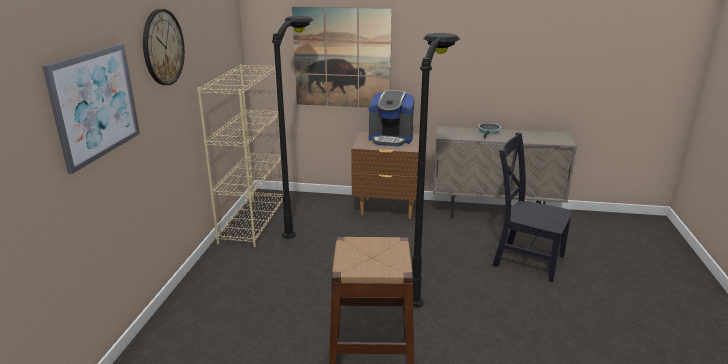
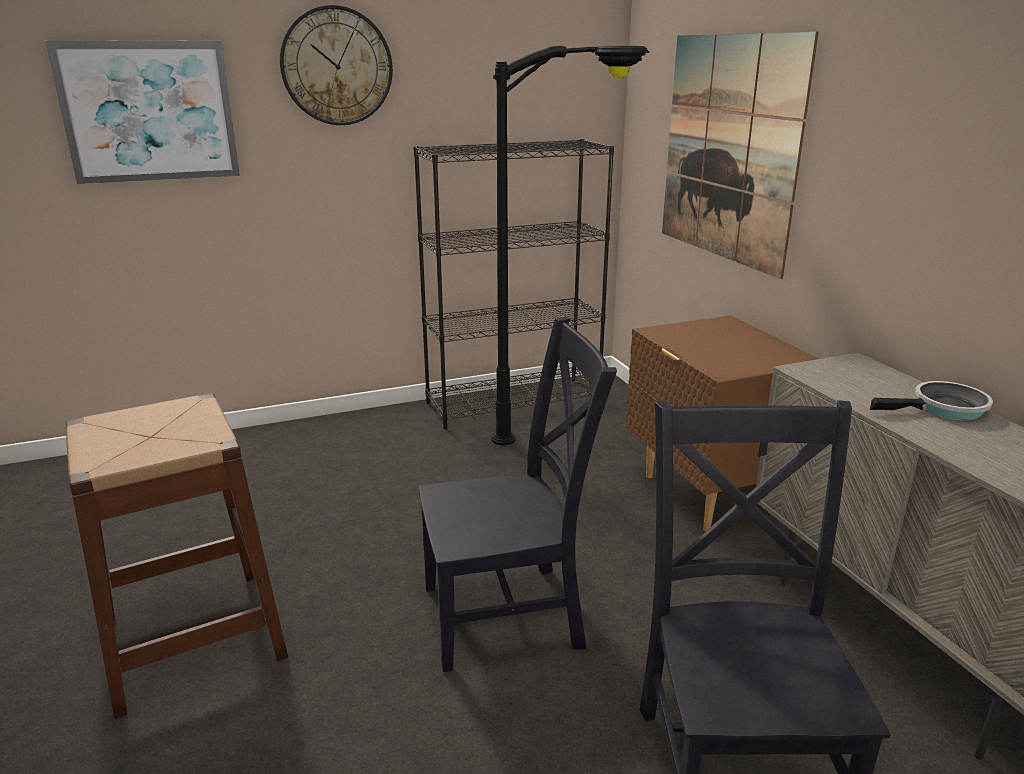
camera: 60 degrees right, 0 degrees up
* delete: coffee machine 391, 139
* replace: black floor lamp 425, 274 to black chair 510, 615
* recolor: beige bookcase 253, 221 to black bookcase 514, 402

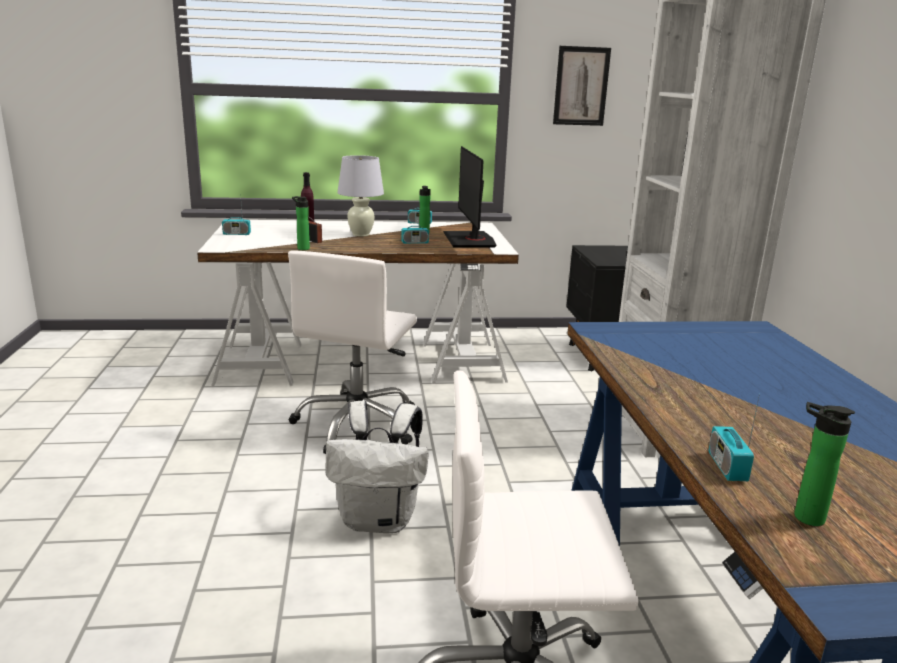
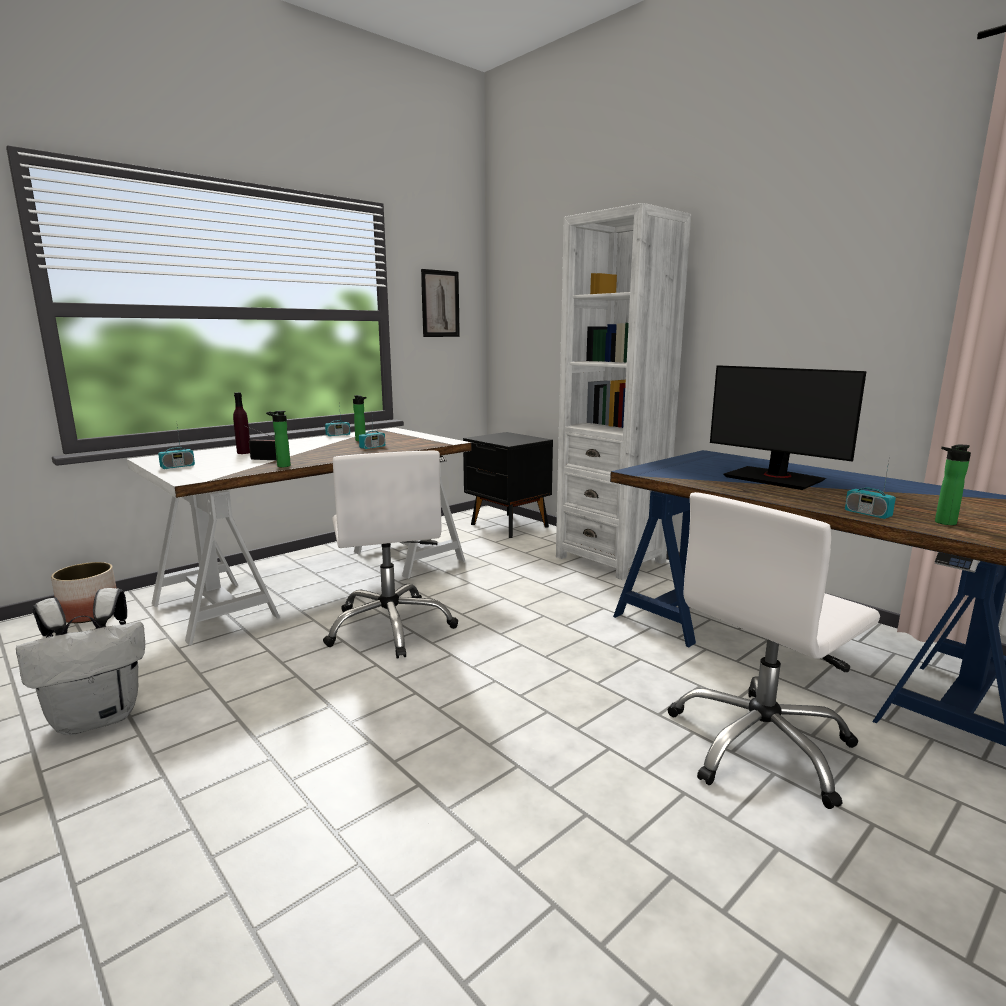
camera: 35 degrees left, 5 degrees down
* delete: white table lamp 360, 234
* insert: planter 90, 614
* move: white backpack 379, 520 to 99, 717
* move: monitor 470, 240 to 774, 478

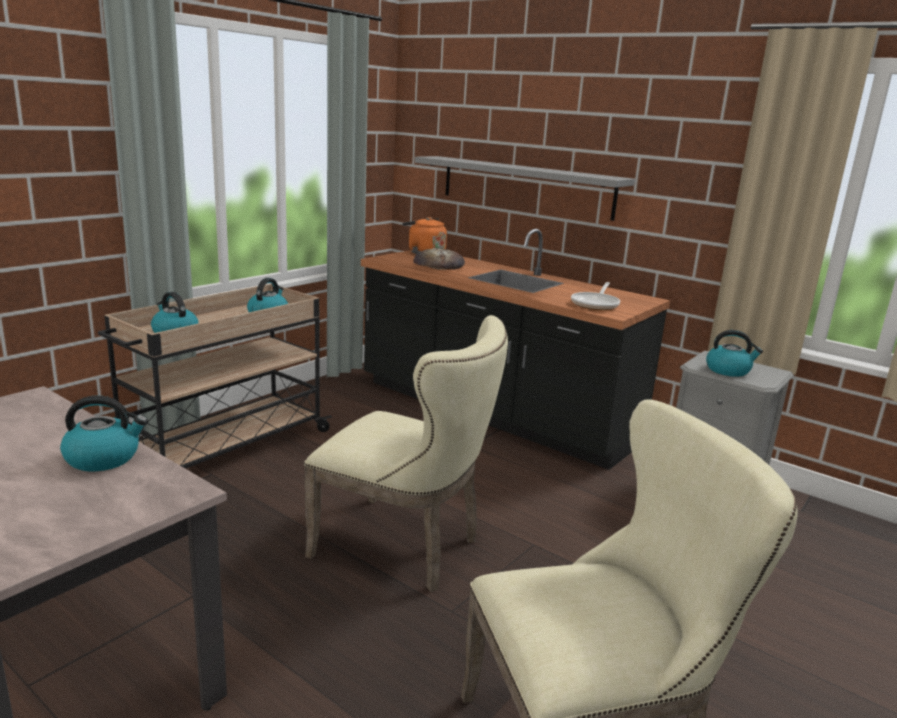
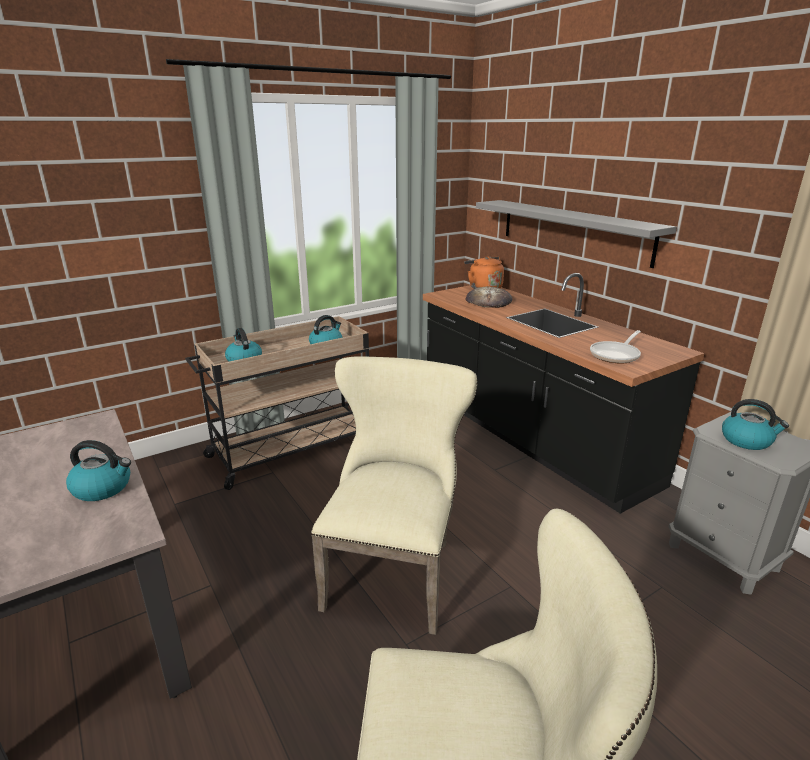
camera: 20 degrees right, 5 degrees up
* rotate: beige chair 406, 547 = 394, 568 120 degrees counterclockwise

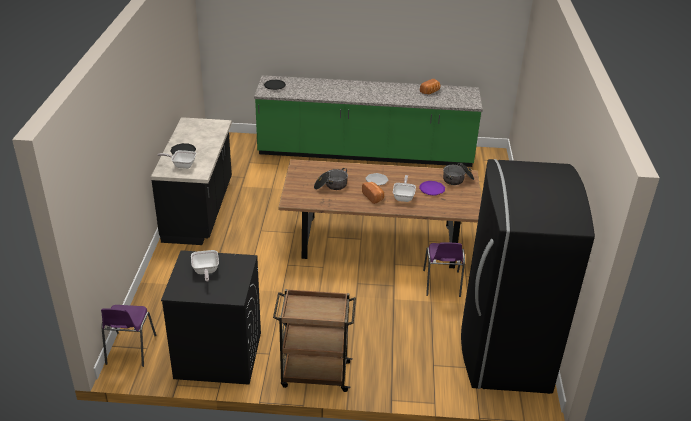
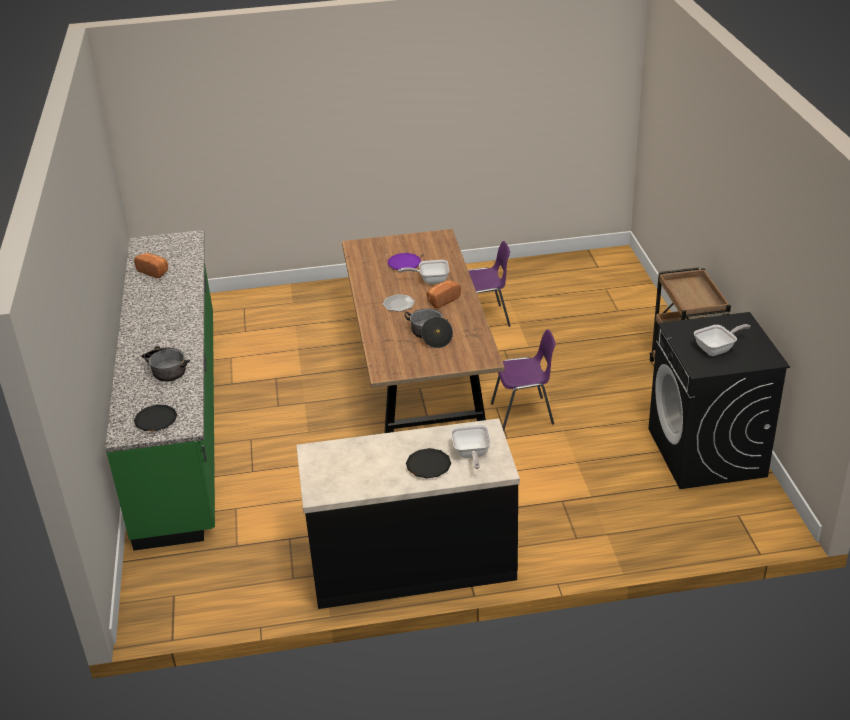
camera: 100 degrees left, 0 degrees up
* delete: black fridge 503, 350
* move: purple chair 130, 350 to 524, 414
* move: cooking pot 458, 179 to 166, 369

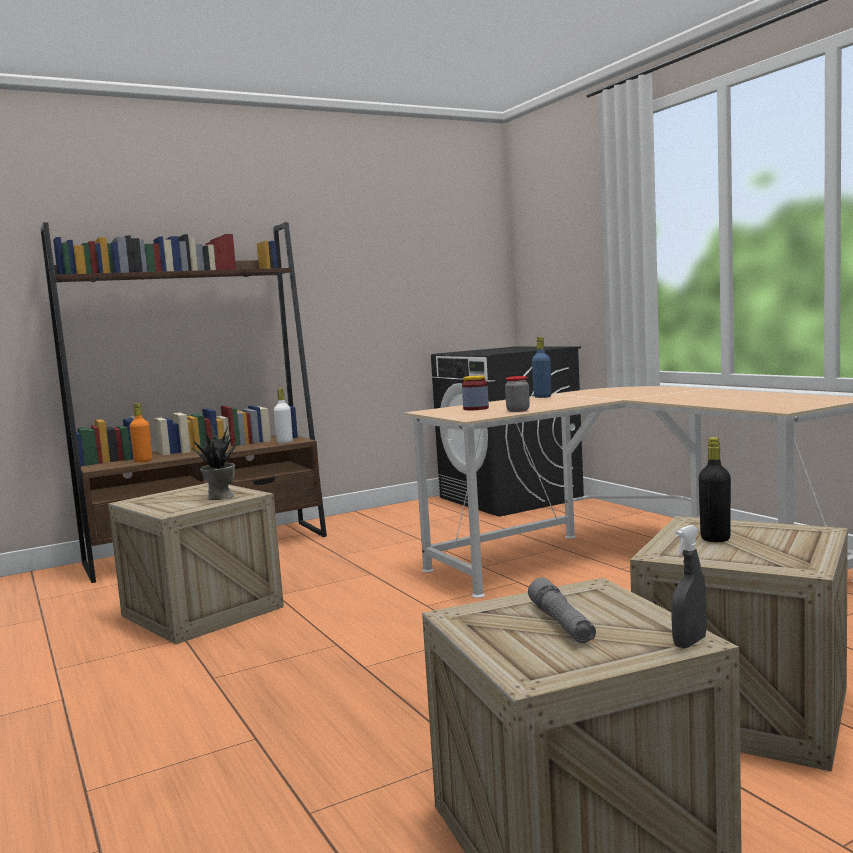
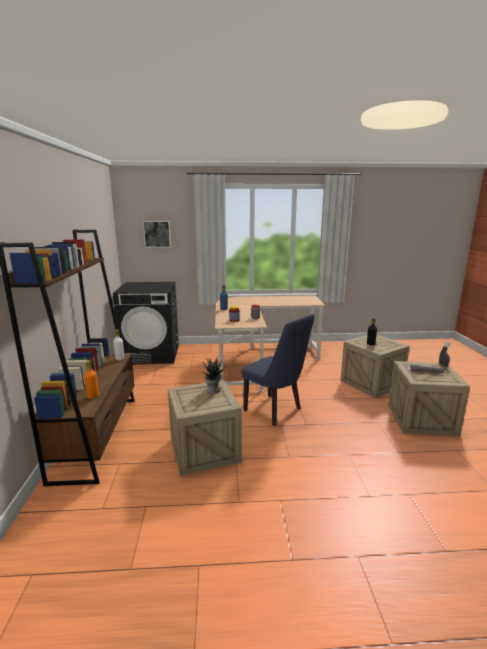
camera: 65 degrees left, 10 degrees up
* insert: picture 157, 234
* insert: blue chair 276, 411

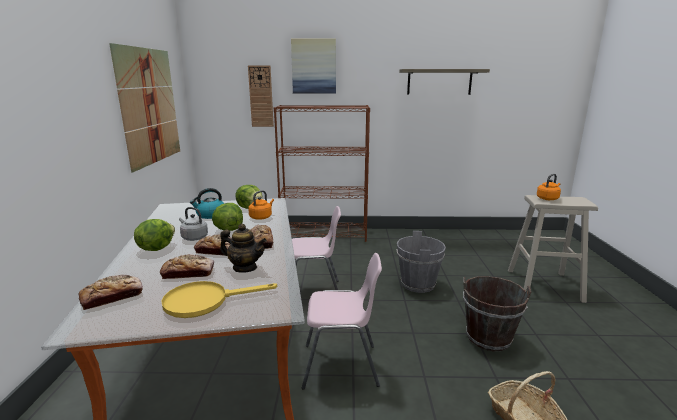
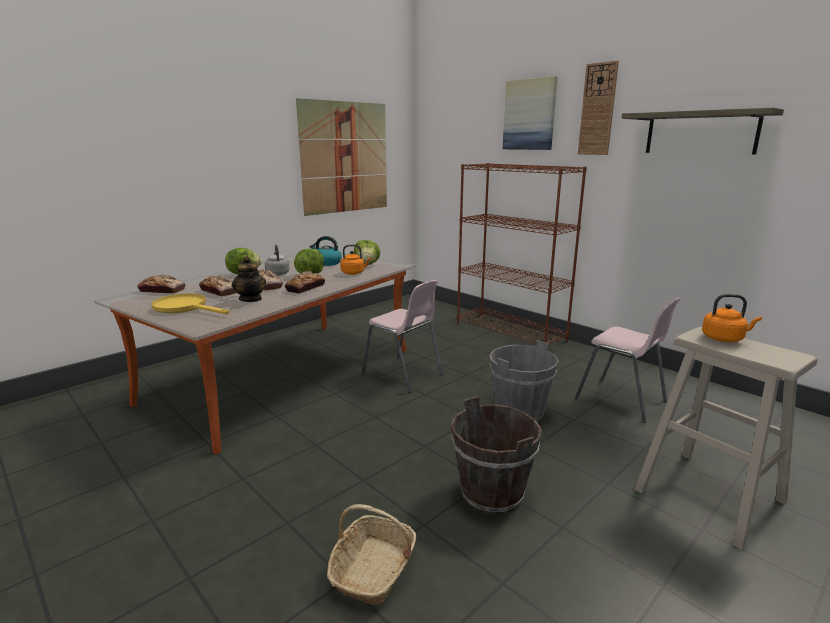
camera: 45 degrees right, 0 degrees up
* move: wall clock 261, 96 to 597, 109
* move: pink chair 341, 366 to 621, 400

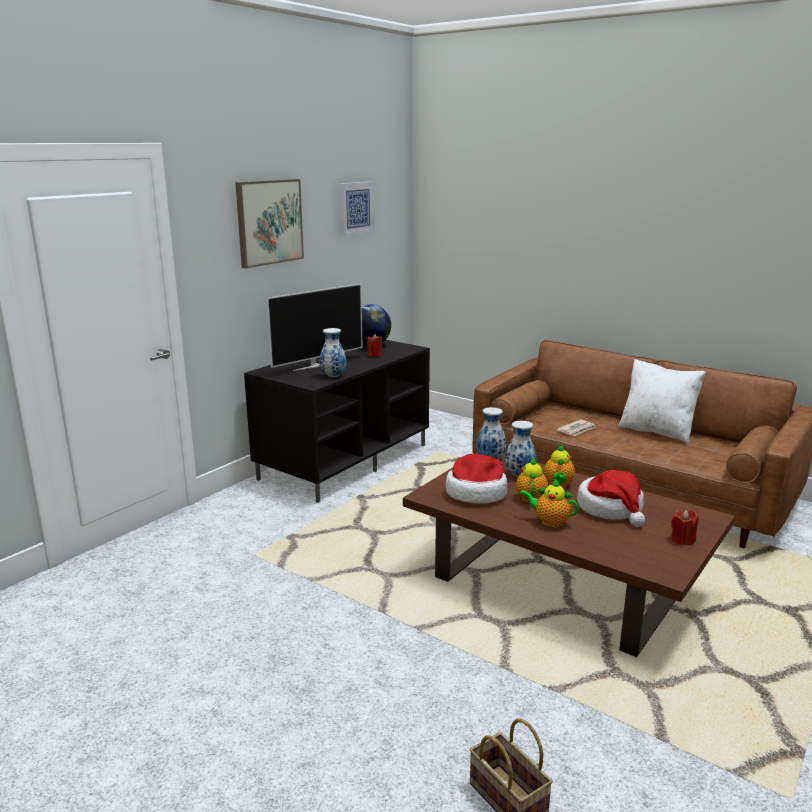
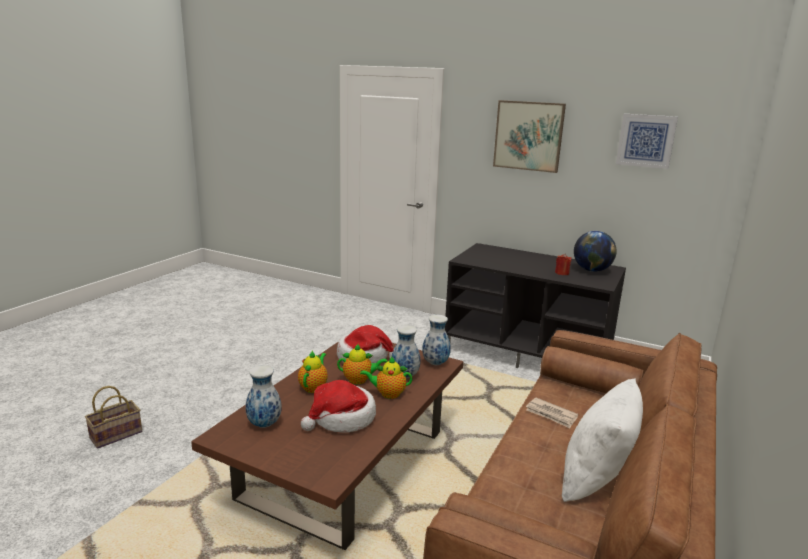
camera: 80 degrees right, 0 degrees up
* delete: television 316, 365
* delete: red candle 682, 540
* move: vase 333, 376 to 265, 424

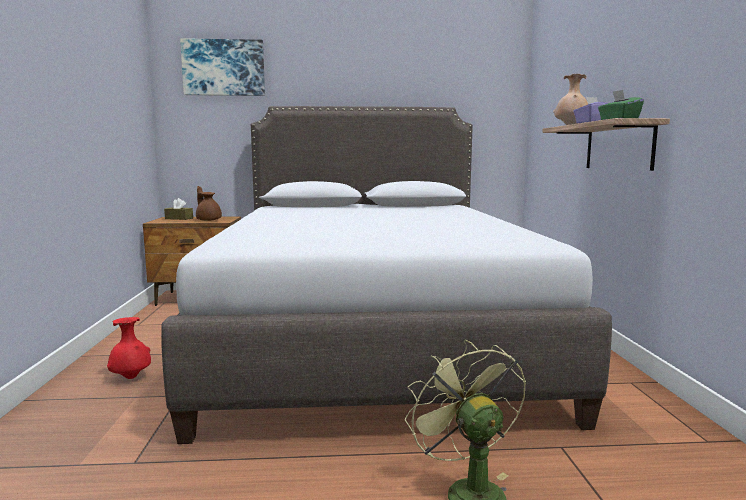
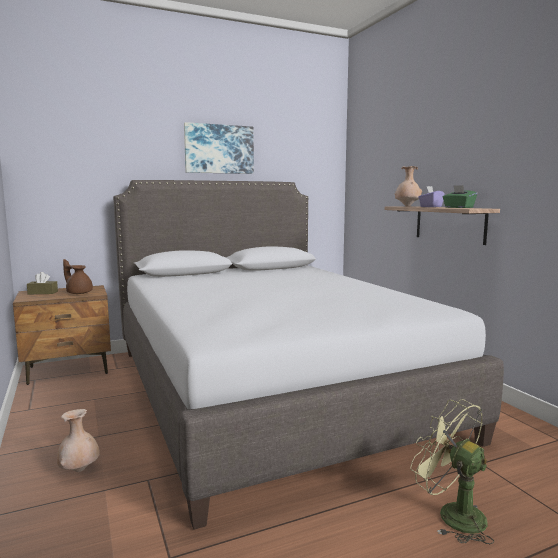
camera: 20 degrees left, 0 degrees up
* move: picture 224, 68 to 219, 149
* recolor: red vase 131, 378 to beige vase 79, 470

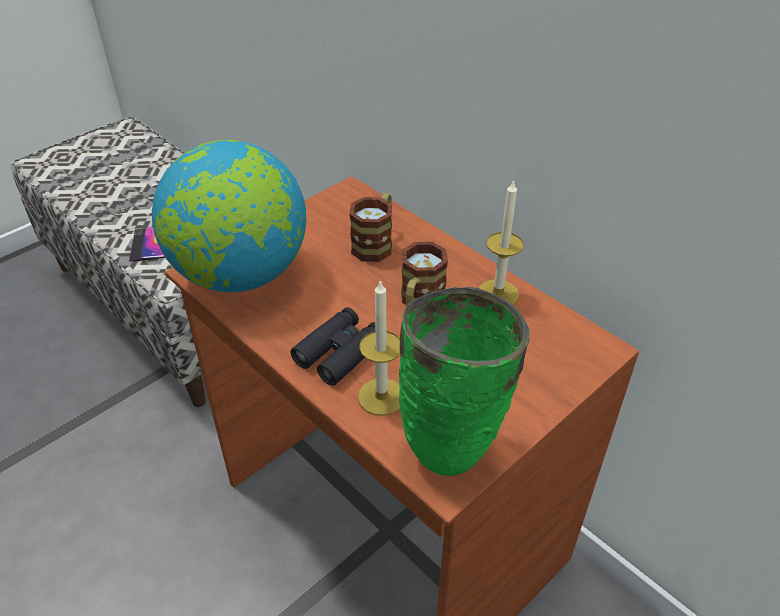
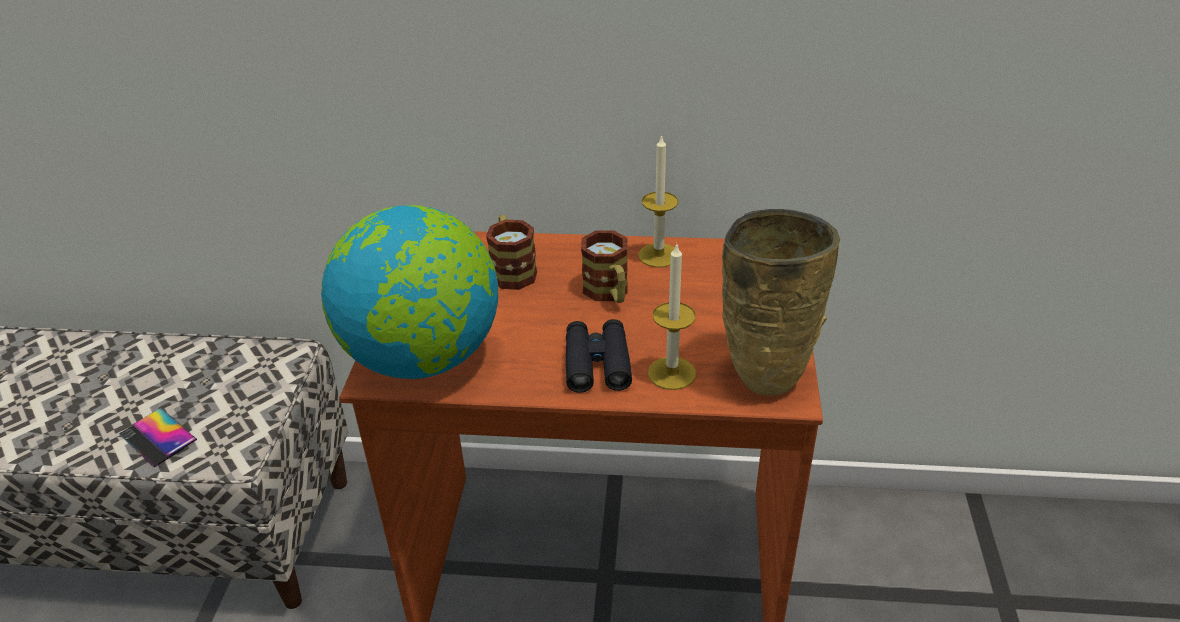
camera: 40 degrees left, 5 degrees down
* recolor: green vase 453, 449 to beige vase 767, 373

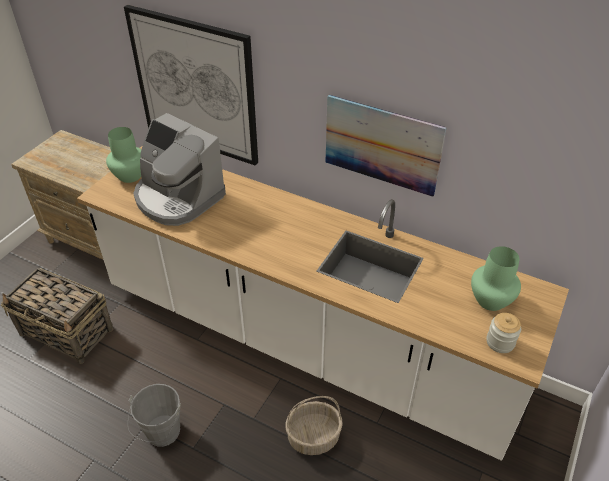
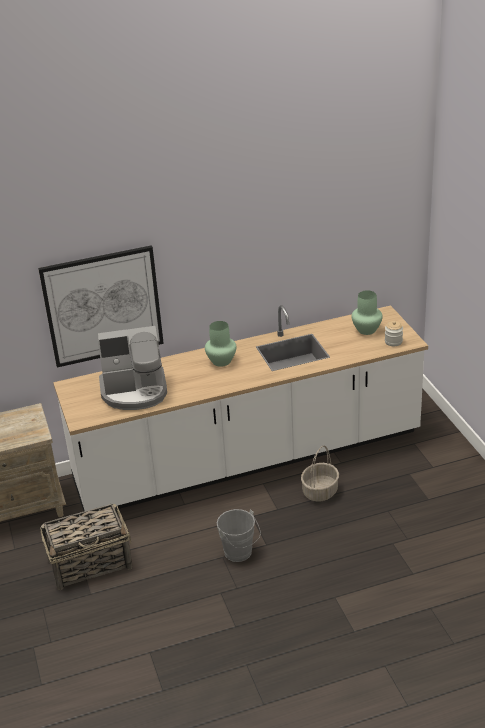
camera: 45 degrees left, 10 degrees down
* delete: picture 382, 145
* move: green vase 130, 176 to 222, 361

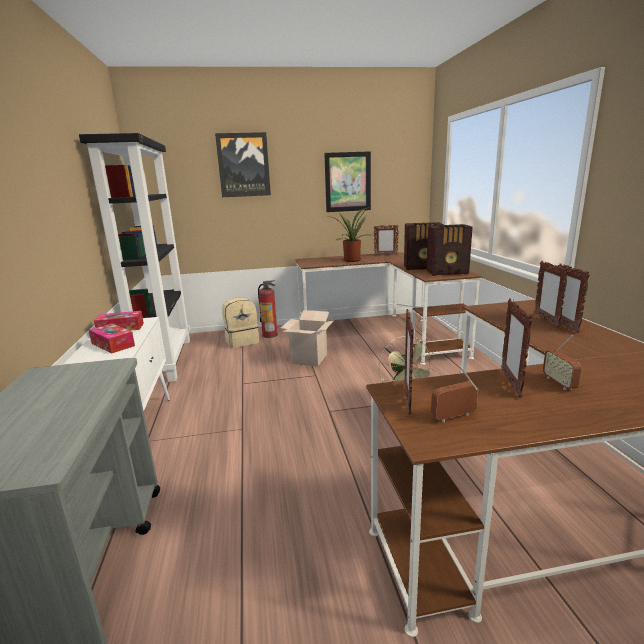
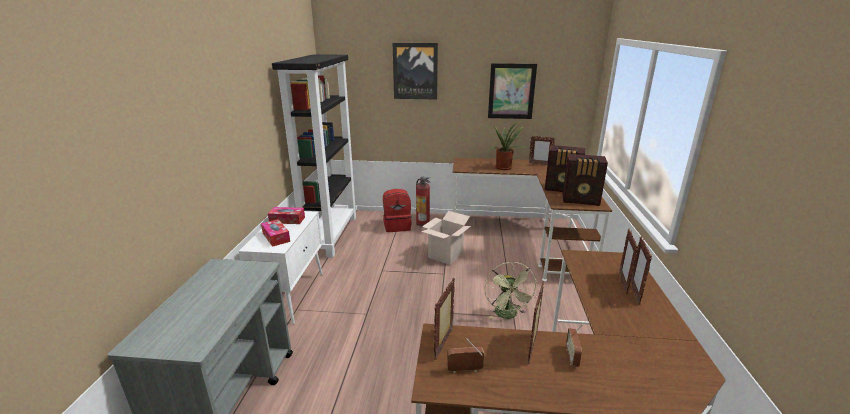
camera: 15 degrees right, 5 degrees up
* recolor: beige backpack 242, 341 to red backpack 397, 226

